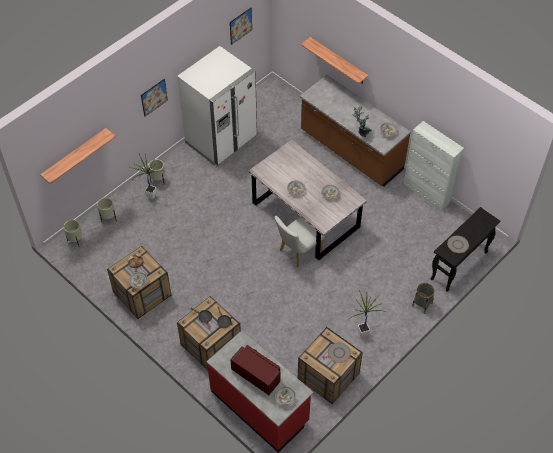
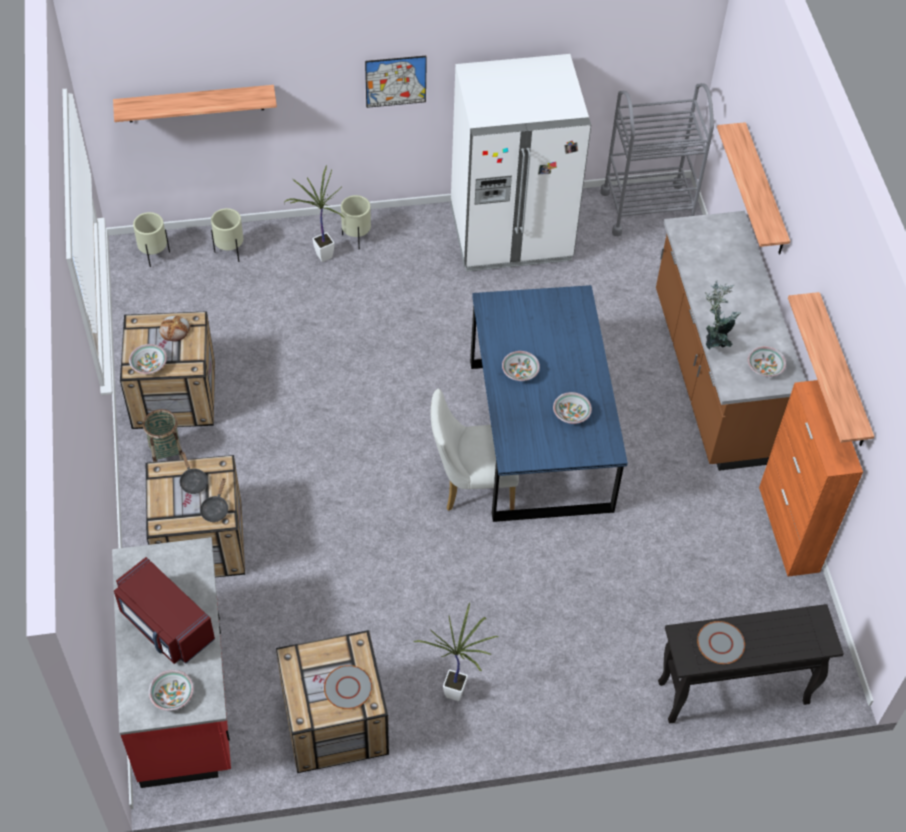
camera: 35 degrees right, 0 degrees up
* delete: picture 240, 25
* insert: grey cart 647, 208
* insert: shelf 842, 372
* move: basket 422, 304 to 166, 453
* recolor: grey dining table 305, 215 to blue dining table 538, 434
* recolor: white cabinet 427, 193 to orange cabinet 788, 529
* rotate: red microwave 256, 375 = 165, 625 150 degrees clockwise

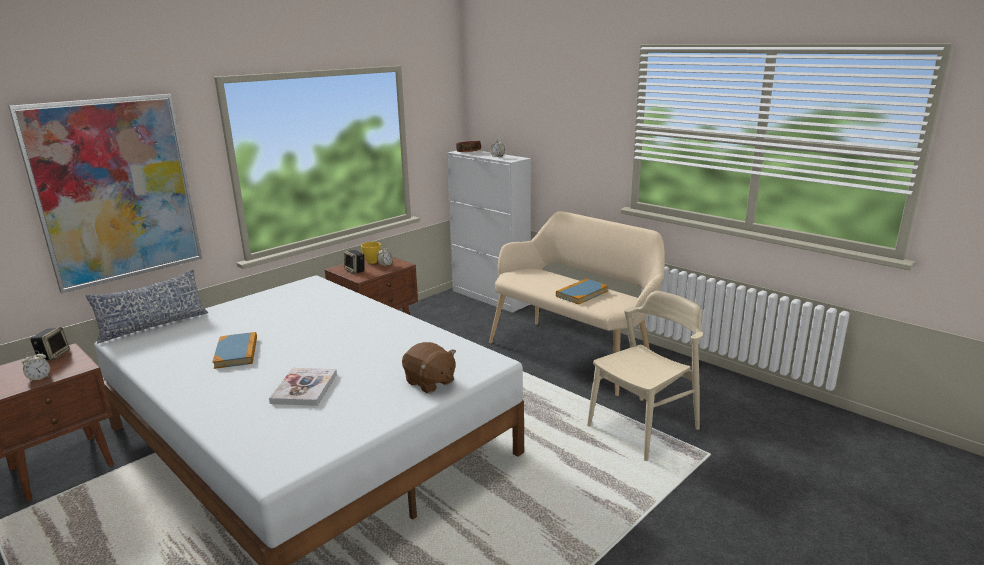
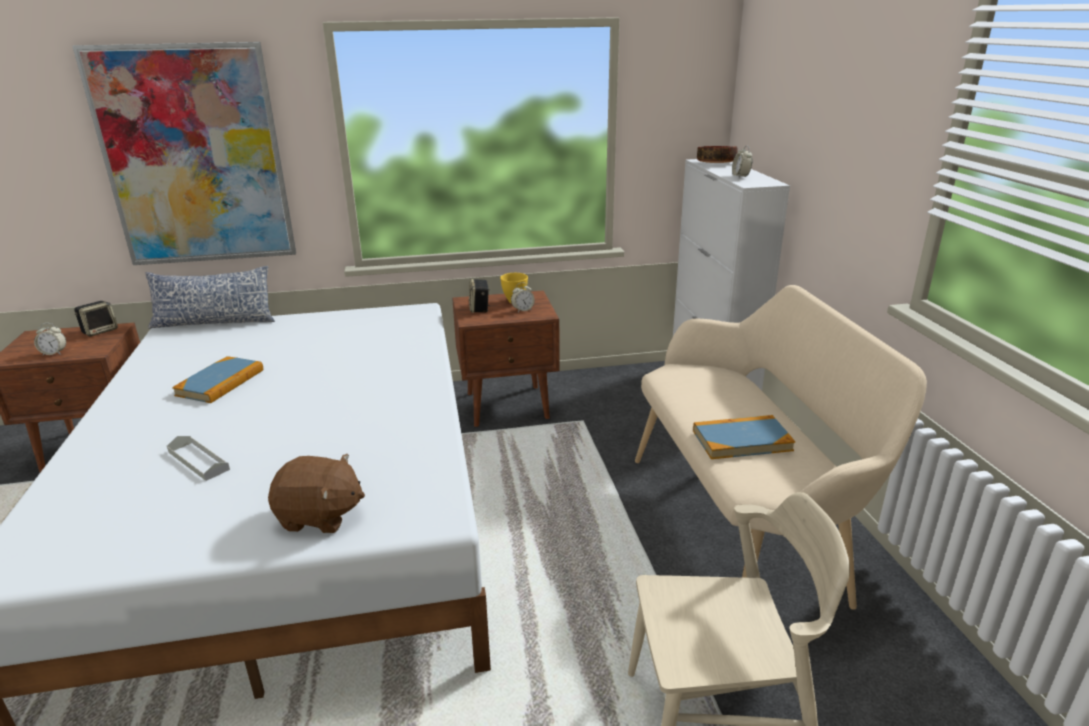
camera: 35 degrees right, 5 degrees up
* replace: book 304, 388 to grey tray 198, 461
* rotate: brown plush toy 429, 382 = 320, 516 75 degrees counterclockwise

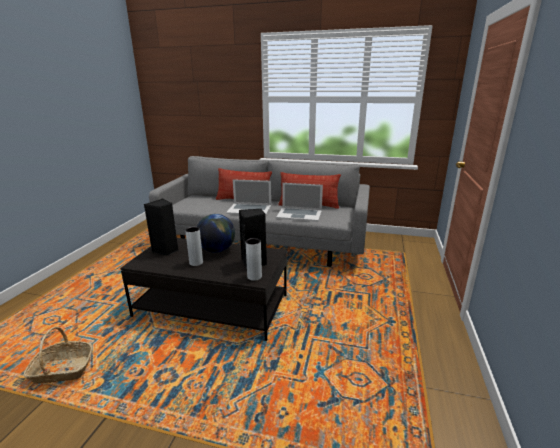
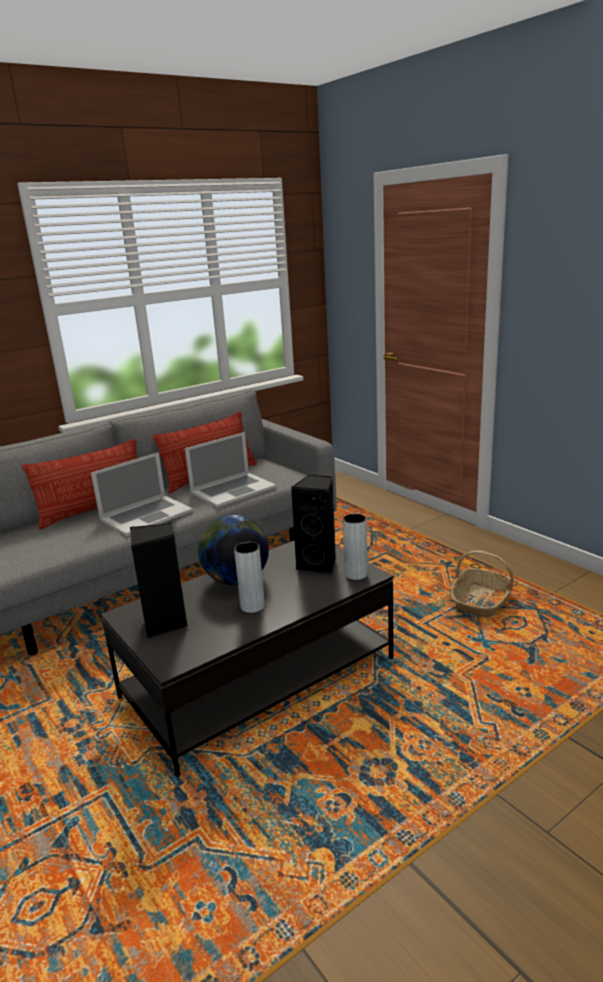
camera: 50 degrees left, 0 degrees up
* move: basket 62, 370 to 481, 602

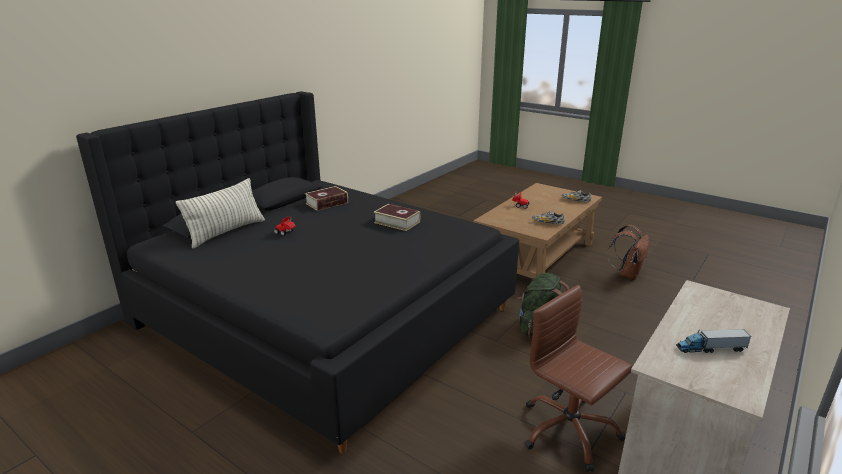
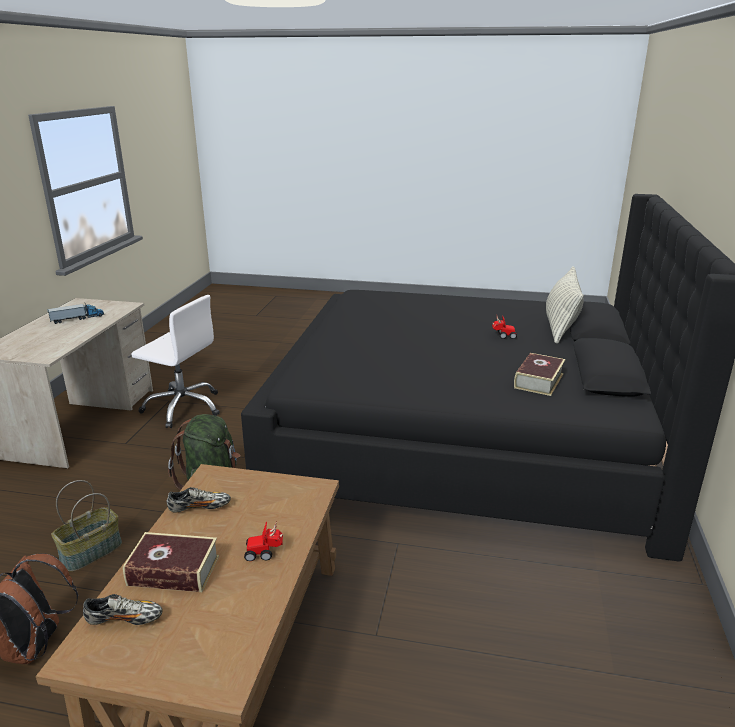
camera: 155 degrees right, 0 degrees up
* insert: basket 91, 553
* move: book 397, 222 to 173, 571
* recolor: brown office chair 568, 431 to white office chair 183, 407

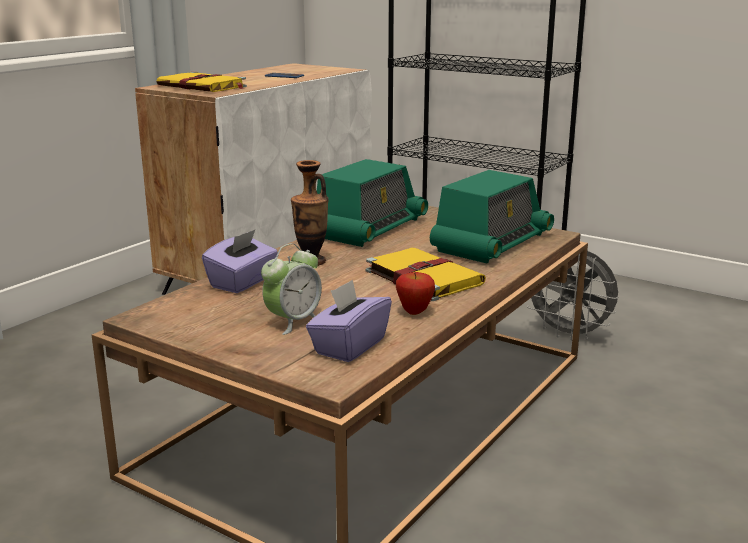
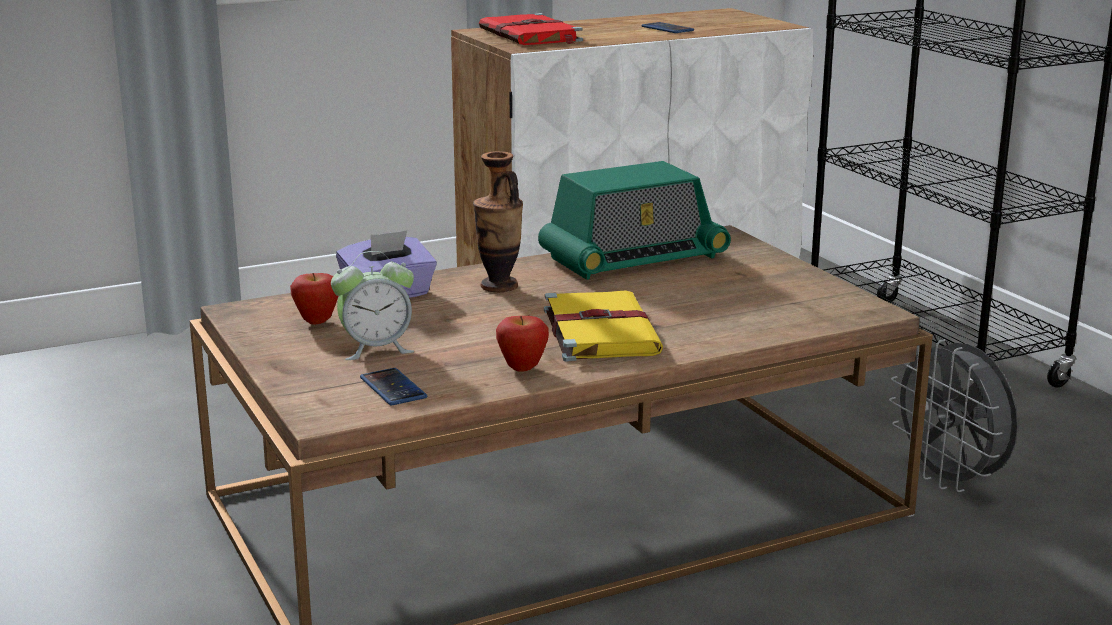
camera: 30 degrees right, 0 degrees up
* delete: radio 491, 243
* insert: apple 317, 322
* replace: purple tissue box 349, 346 to phone 393, 388
* recolor: yellow book 203, 86 to red book 531, 35

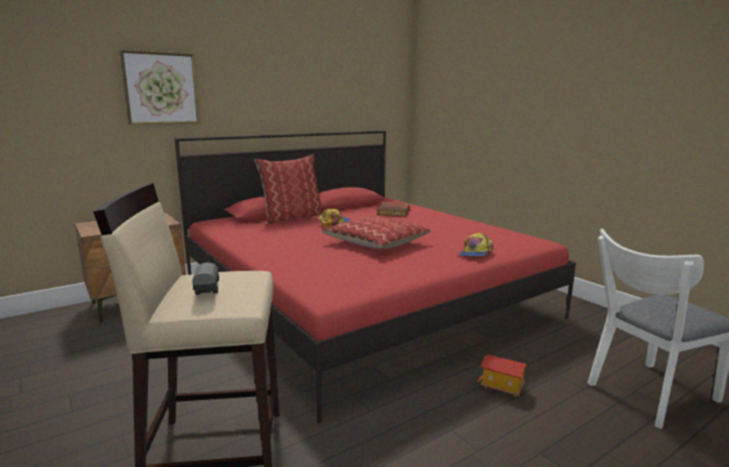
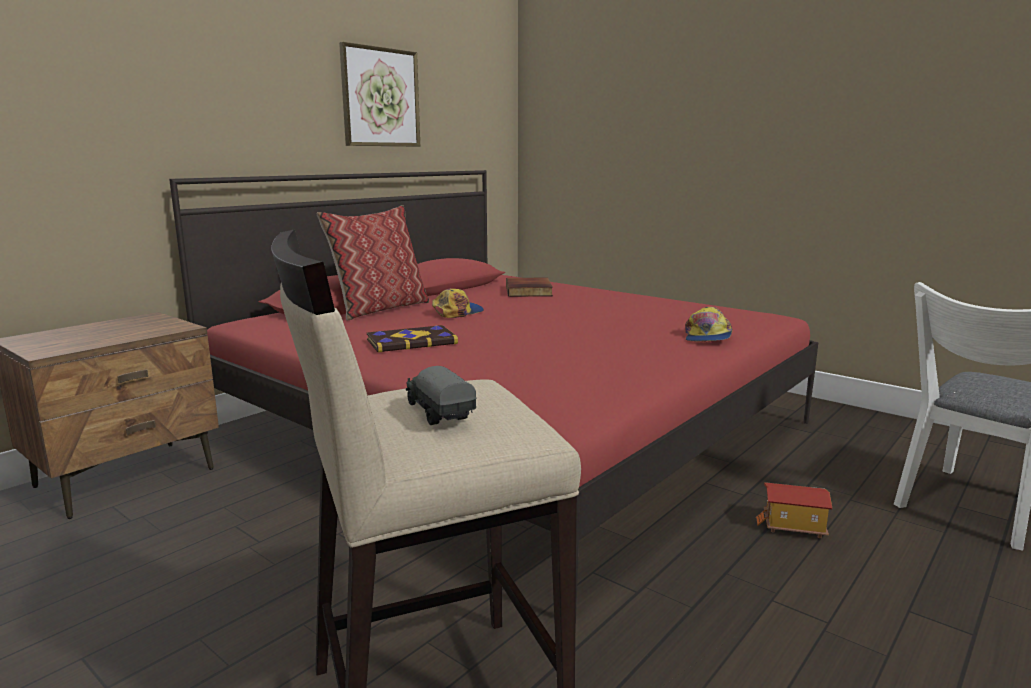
camera: 15 degrees left, 0 degrees up
* delete: pillow 376, 242
* insert: book 411, 341
* move: picture 161, 88 to 380, 97

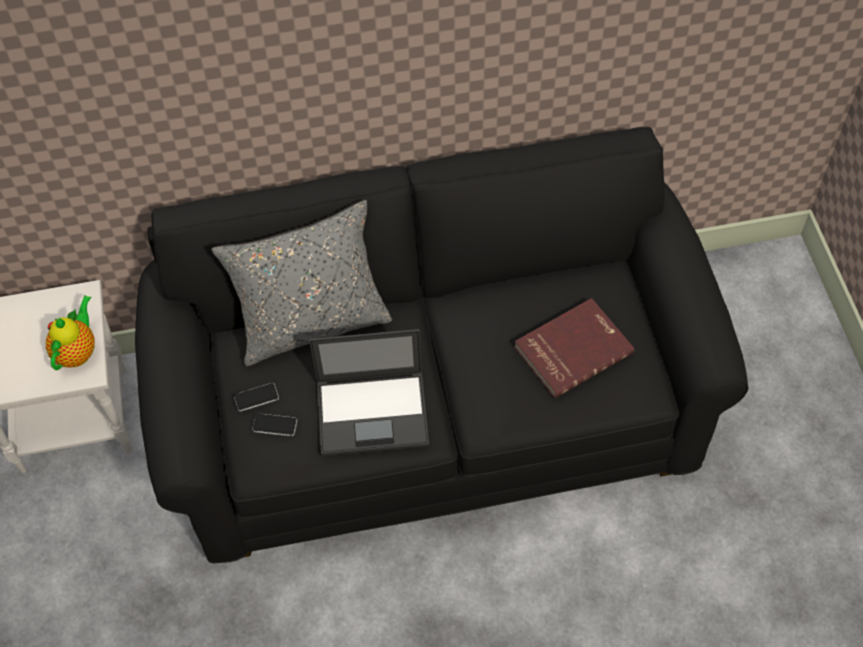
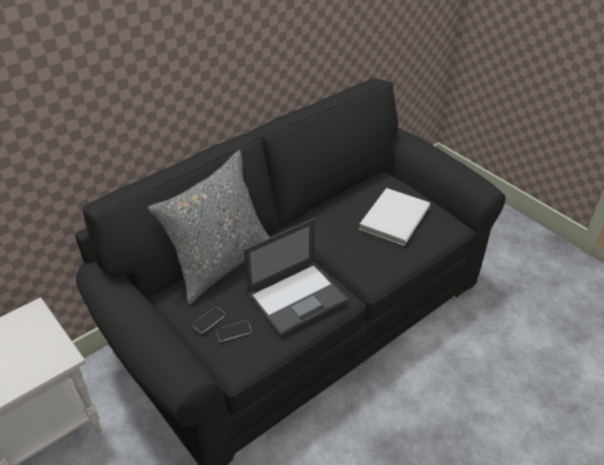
camera: 30 degrees left, 15 degrees down
* delete: teapot 77, 351
* recolor: red book 572, 349 to white book 393, 218

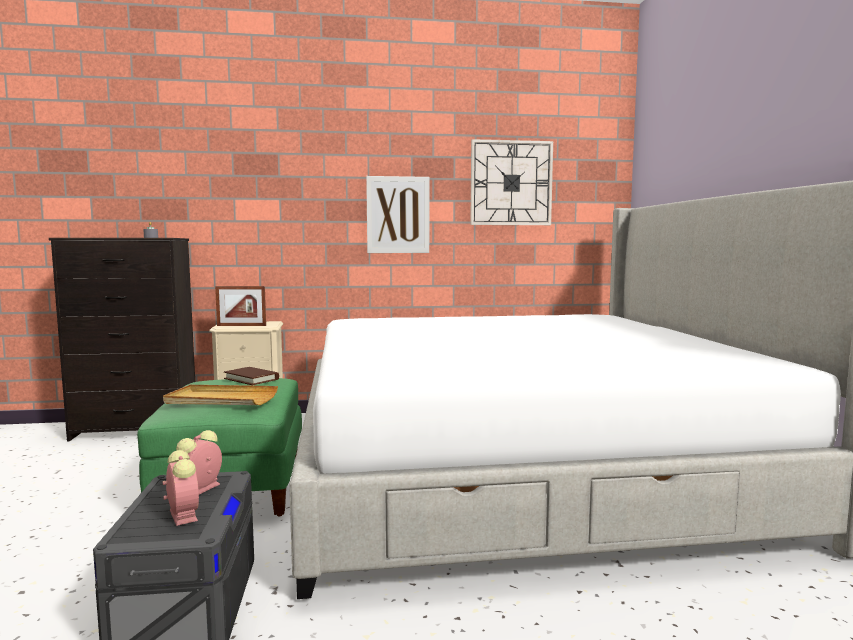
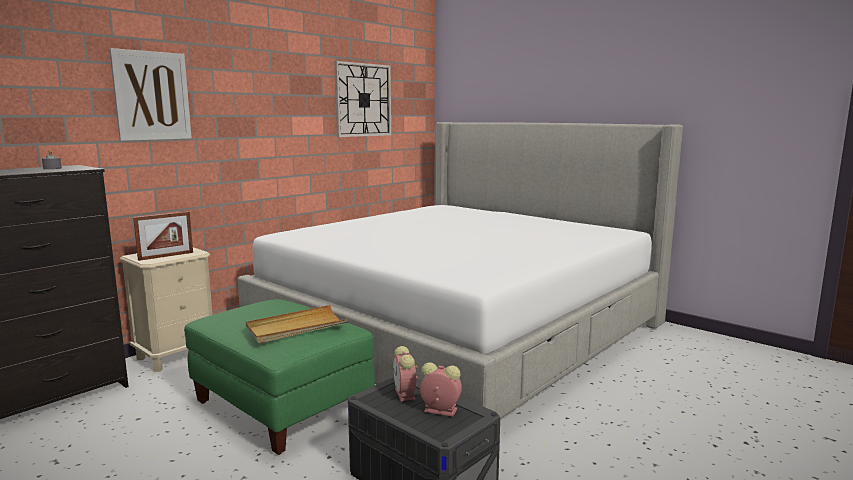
camera: 40 degrees left, 5 degrees up
* delete: brown book 251, 379
* move: picture 398, 215 to 152, 96

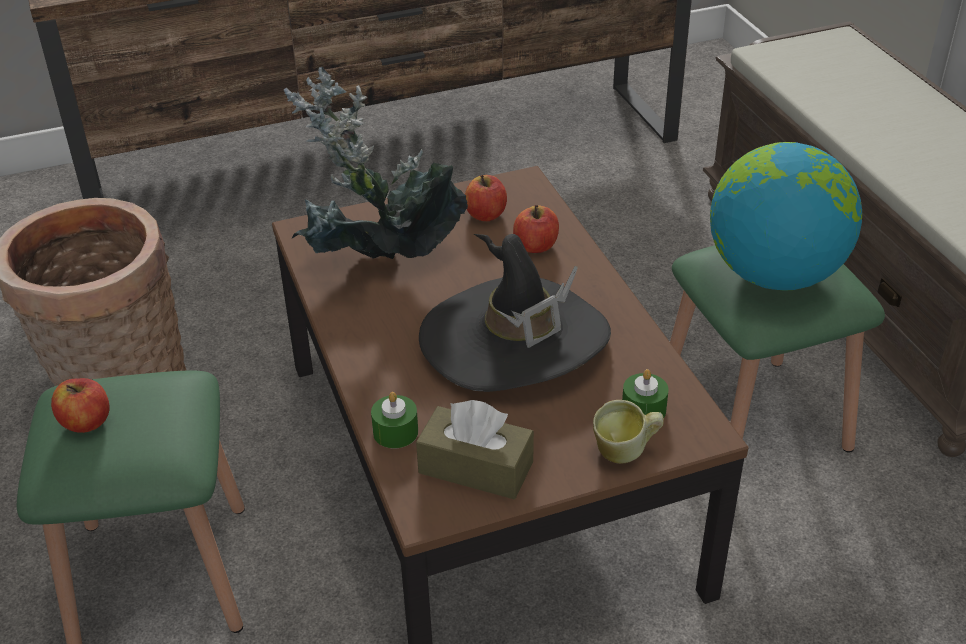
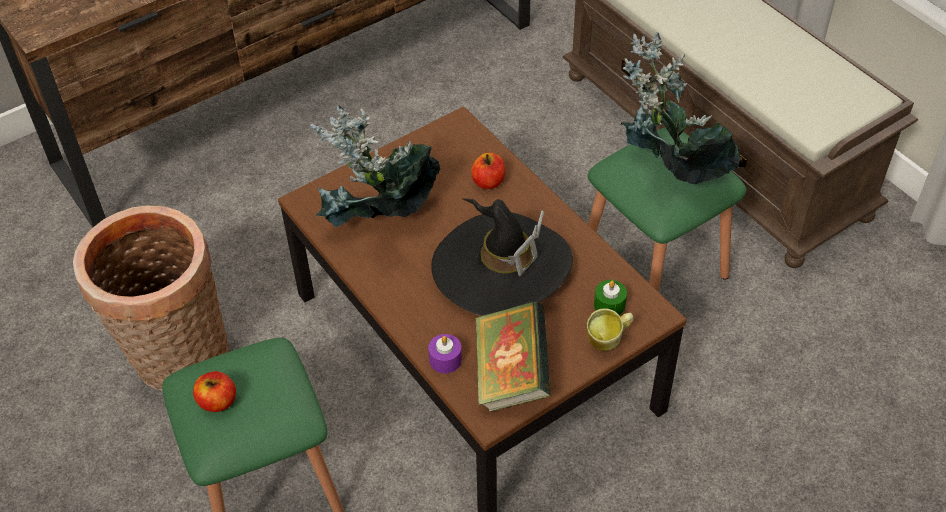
camera: 15 degrees left, 10 degrees up
* delete: apple 486, 214
* replace: brown tissue box 476, 467 to book 511, 375
* replace: globe 774, 274 to potted plant 667, 174
* recolor: green candle 395, 432 to purple candle 445, 360

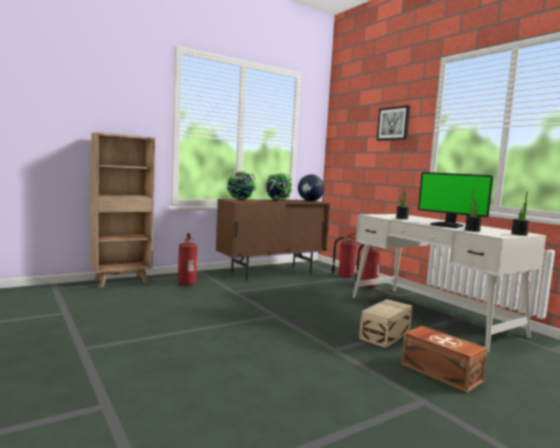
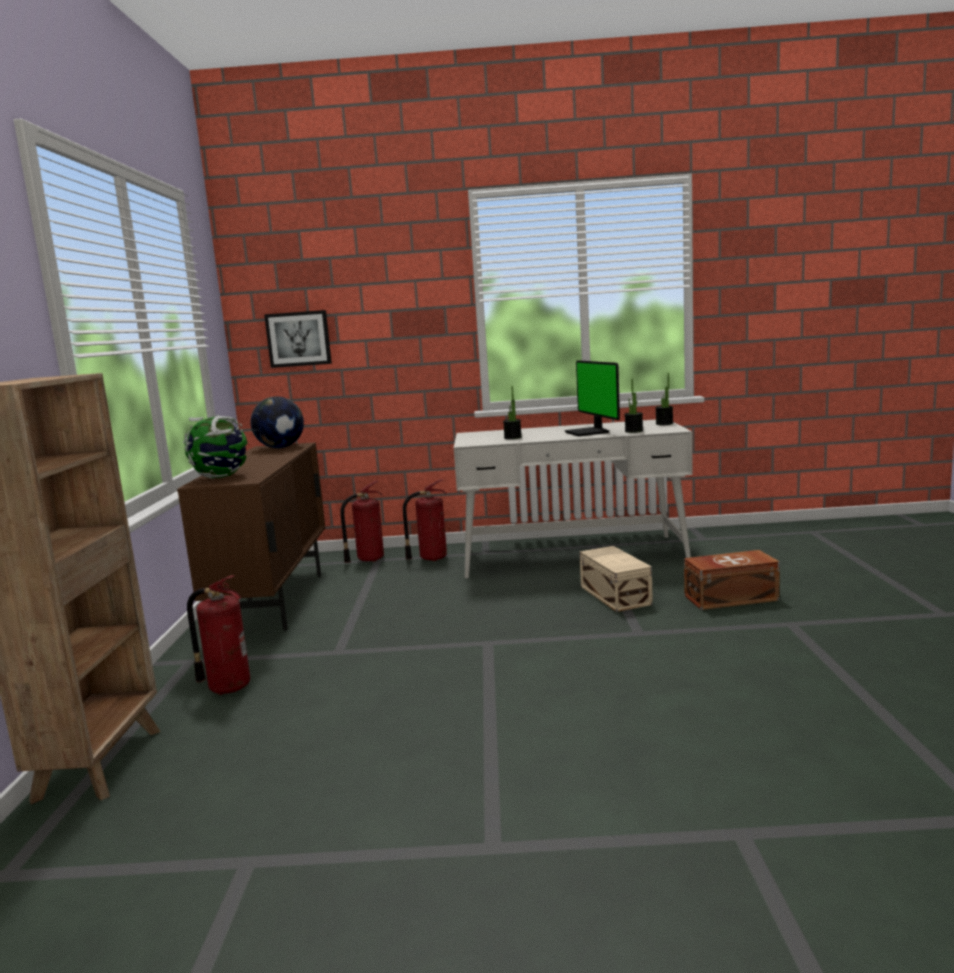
camera: 55 degrees left, 5 degrees up
* delete: globe 277, 200
* move: picture 393, 123 to 298, 339
* rotate: monitor 448, 225 = 589, 432 90 degrees clockwise

